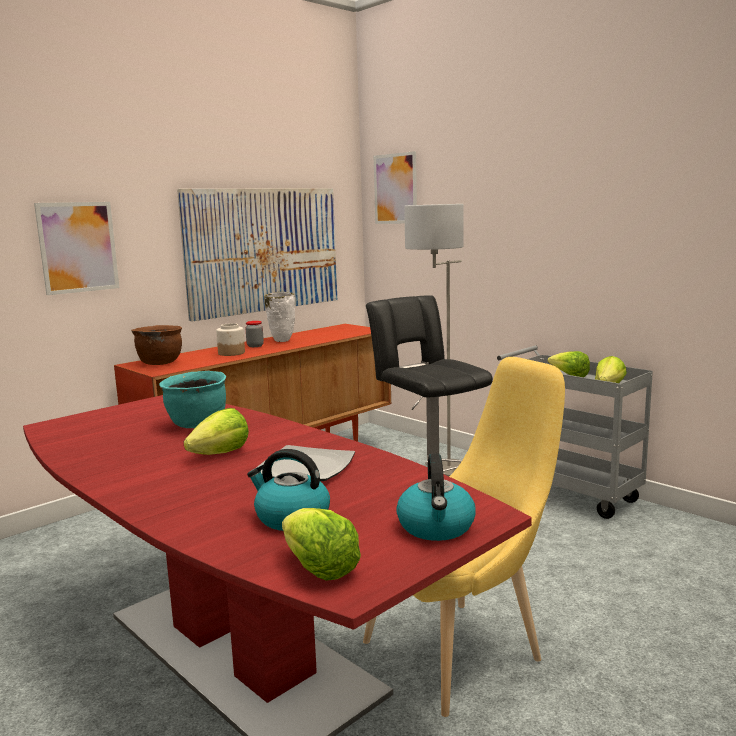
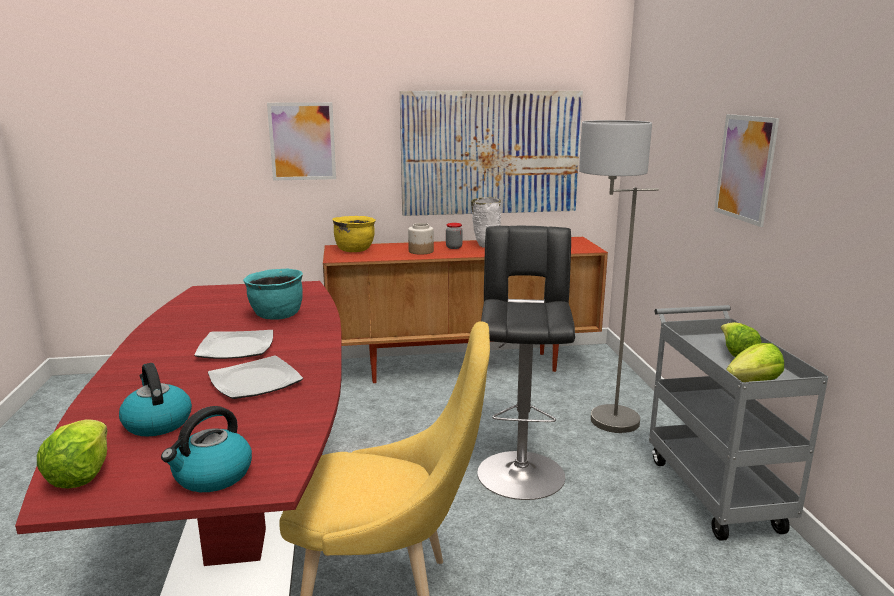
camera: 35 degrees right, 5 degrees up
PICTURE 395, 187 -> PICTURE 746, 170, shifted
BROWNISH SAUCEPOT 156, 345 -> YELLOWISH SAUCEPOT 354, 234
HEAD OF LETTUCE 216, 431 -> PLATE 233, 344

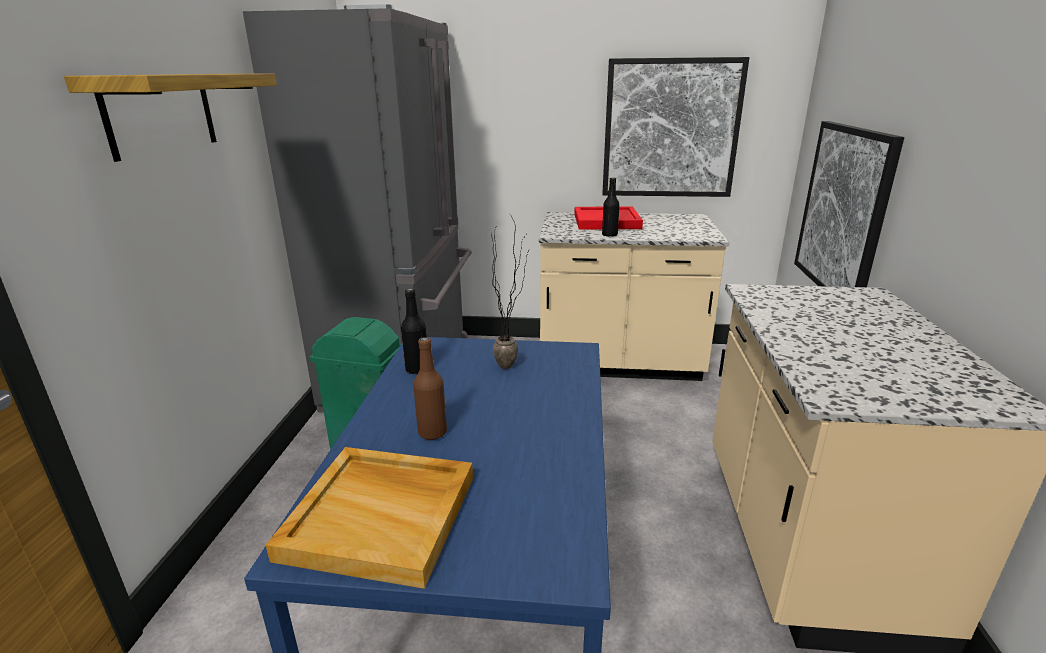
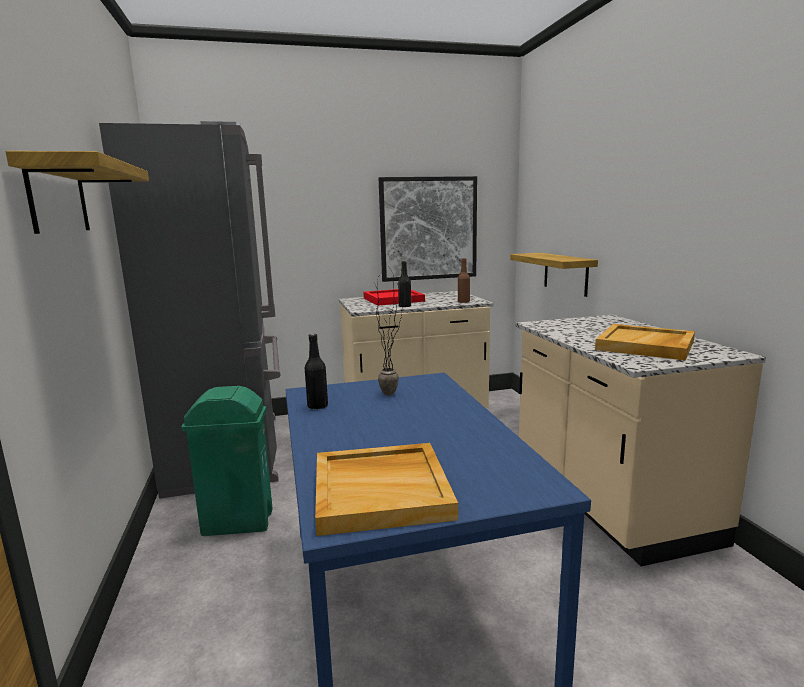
camera: 20 degrees left, 10 degrees down
PICTURE 849, 204 -> BRACKET SHELF 554, 275
BROWNISH DRINK BOTTLE 430, 388 -> BROWNISH DRINK BOTTLE 464, 280, shifted
none -> BEIGE-COLOURED TRAY 645, 342

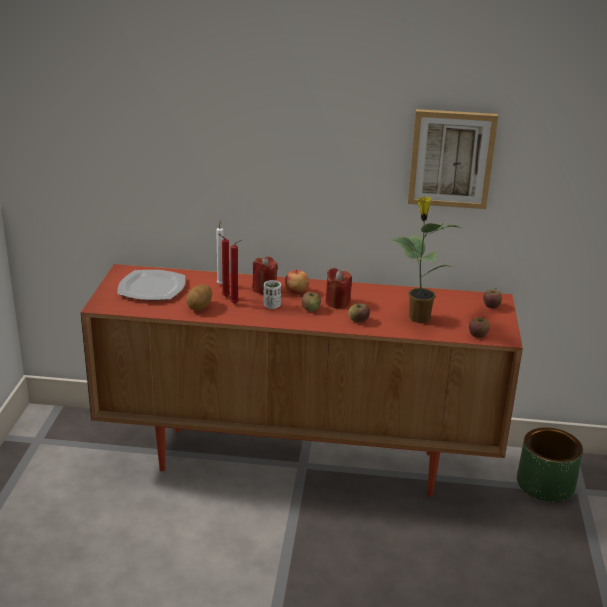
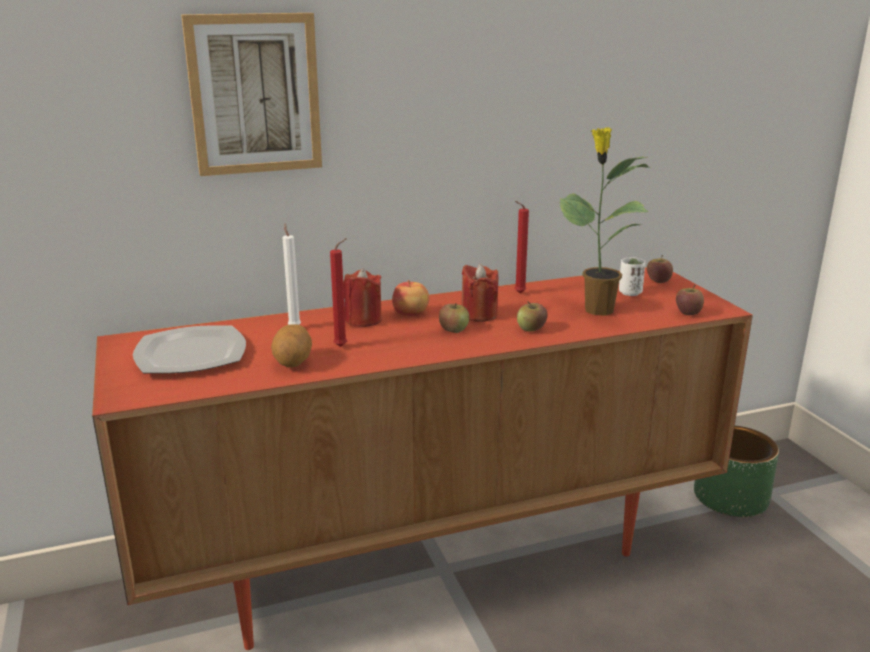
camera: 25 degrees left, 5 degrees down
PICTURE 453, 159 -> PICTURE 251, 94, shifted
RED-COLOURED CANDLE 224, 265 -> RED-COLOURED CANDLE 522, 247, shifted
WHITISH SMALL CUP 272, 294 -> WHITISH SMALL CUP 632, 276, shifted

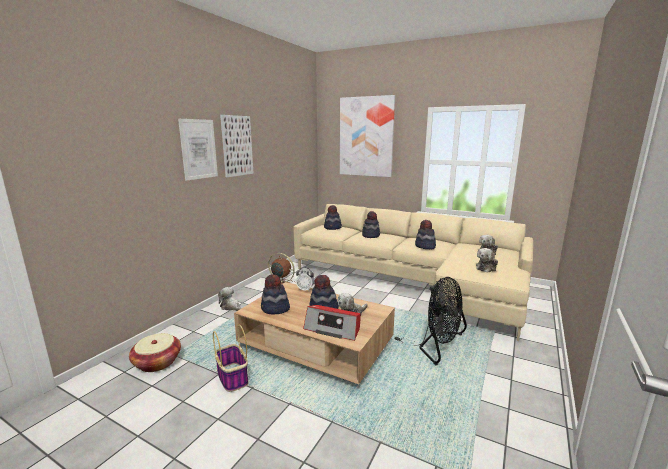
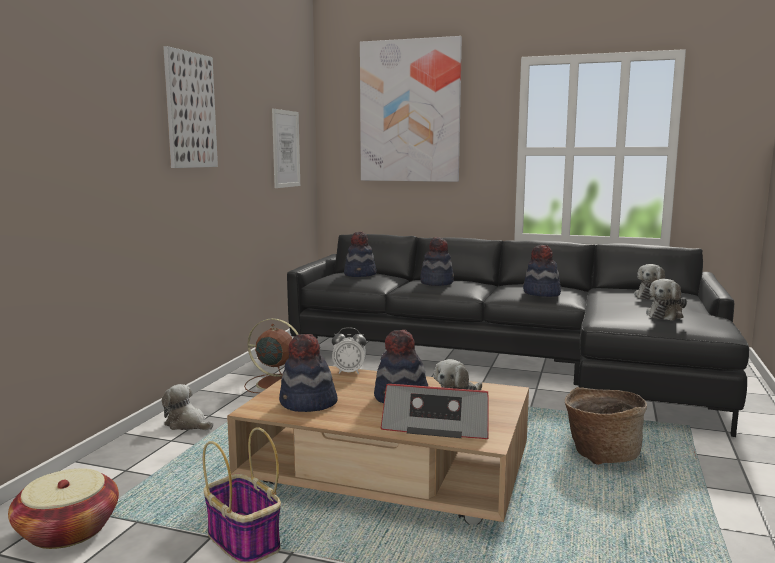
camera: 10 degrees left, 5 degrees down
PICTURE 198, 150 -> PICTURE 286, 148, shifted
BEIGE-COLOURED COUCH 413, 272 -> BLACKISH COUCH 518, 335
BLACKISH FAN 431, 321 -> STORAGE BASKET 606, 426

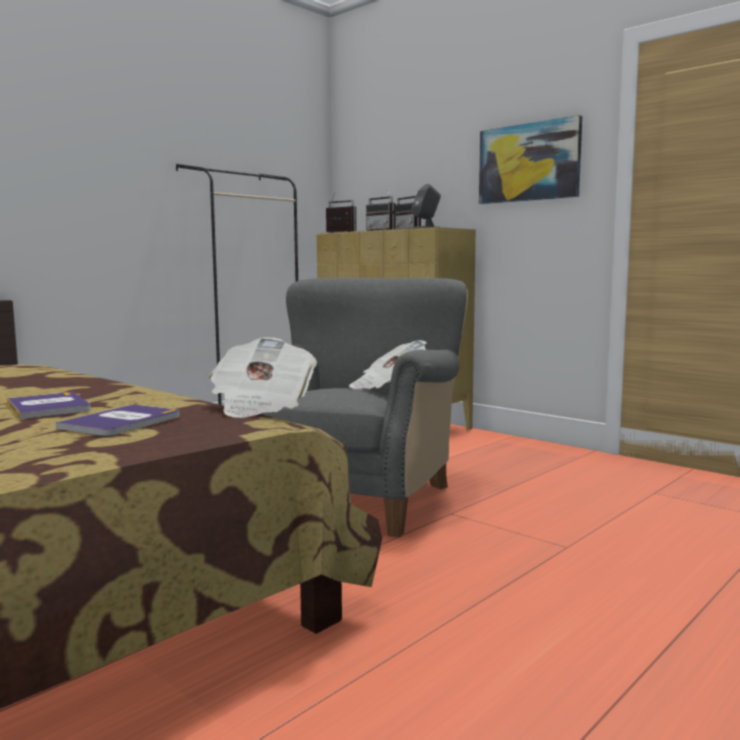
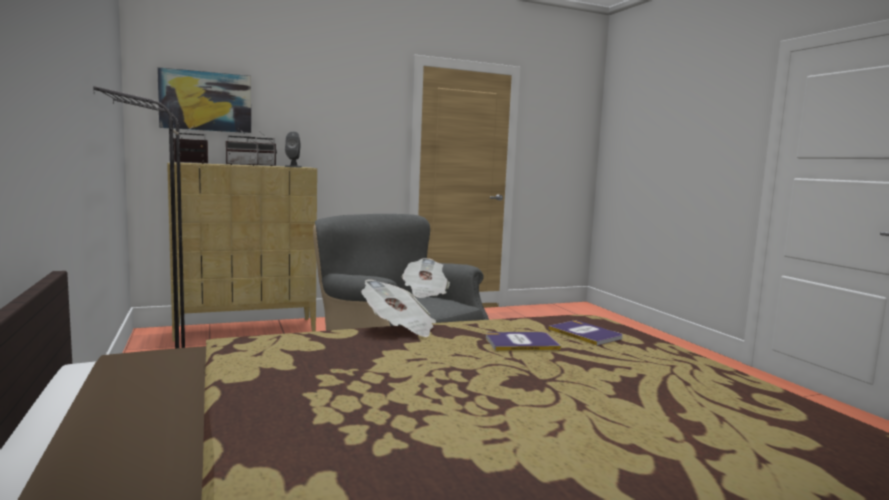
camera: 65 degrees left, 0 degrees up
PICTURE 530, 159 -> PICTURE 204, 100, shifted
DAILY PAPER 263, 377 -> DAILY PAPER 398, 308, shifted

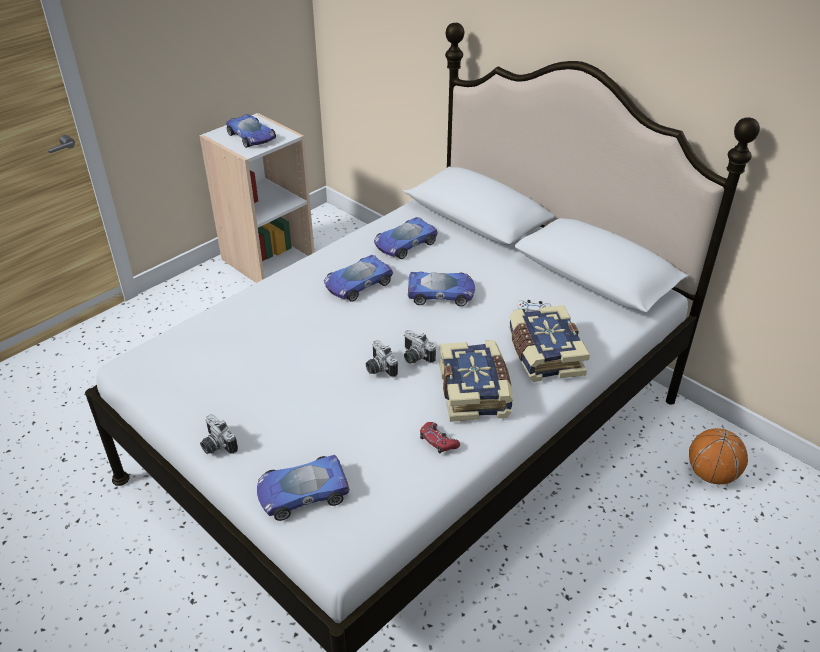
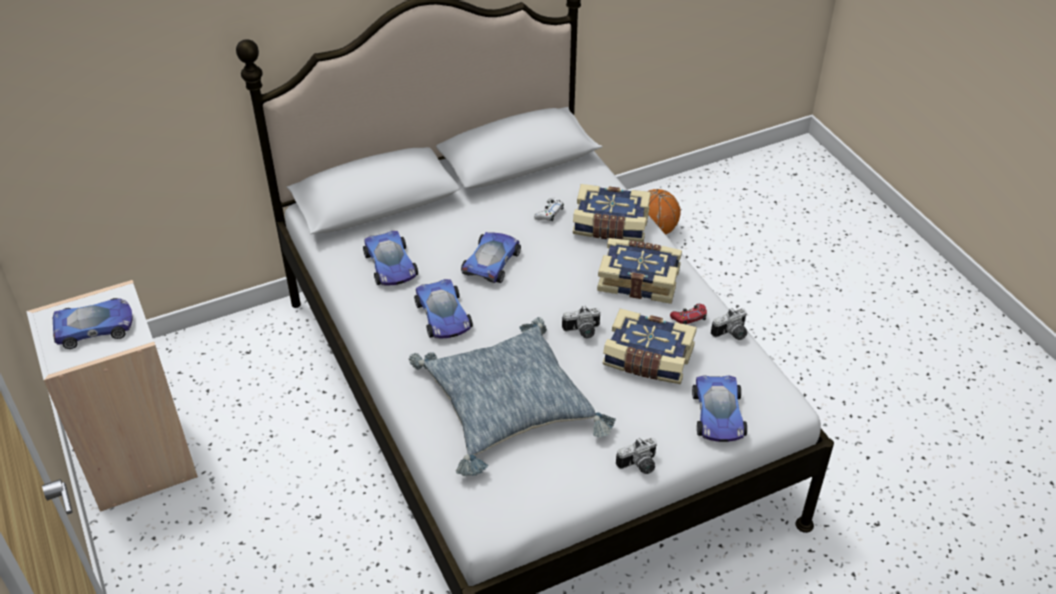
camera: 70 degrees left, 5 degrees up
PHOTO CAMERA 420, 347 -> PHOTO CAMERA 729, 324, shifted
none -> BOUND BOOK 650, 346
none -> CUSHION 511, 396

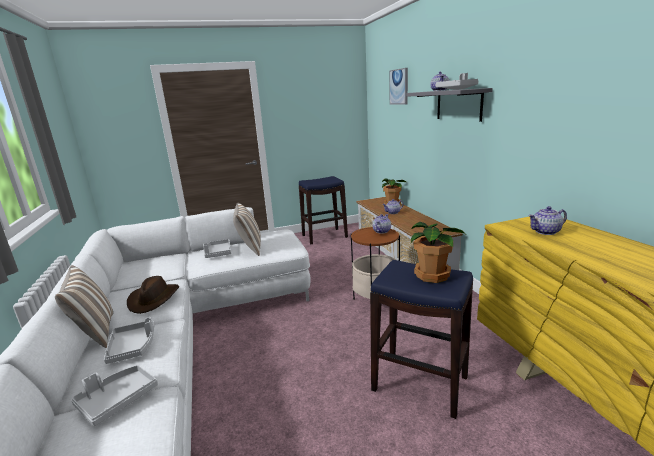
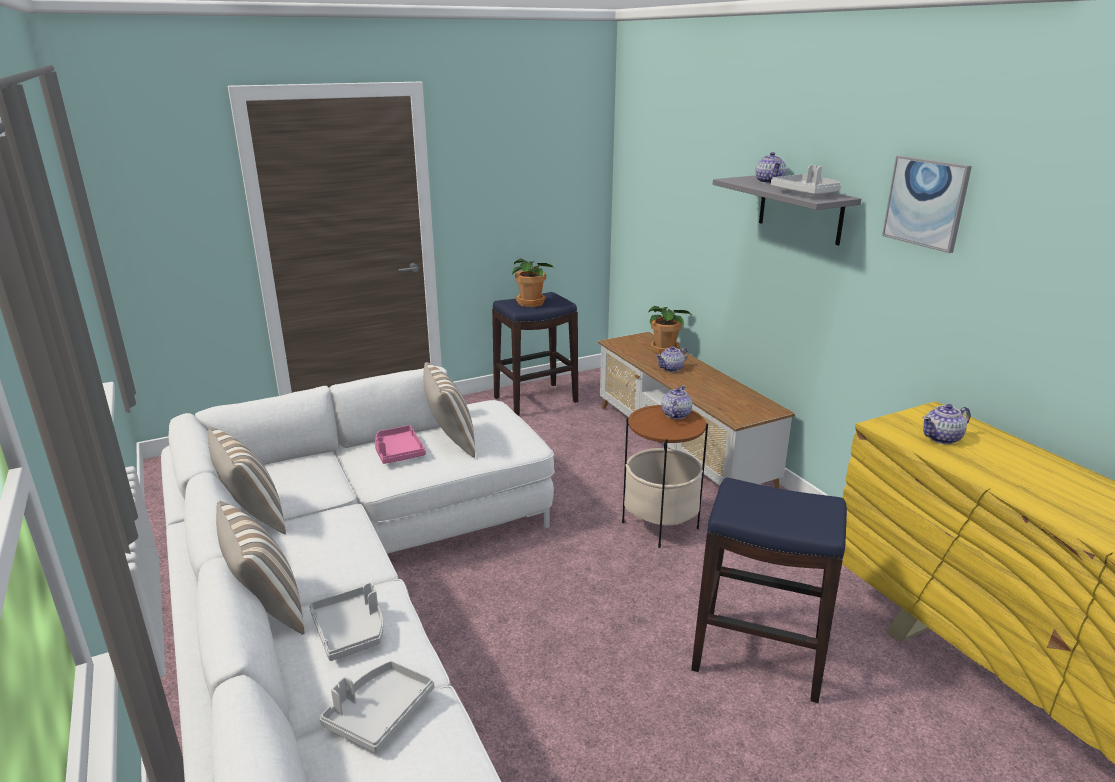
camera: 10 degrees left, 5 degrees up
PICTURE 398, 86 -> PICTURE 927, 204, shifted
HOUSEPLANT 438, 252 -> HOUSEPLANT 533, 282, shifted
GRAY TRAY 217, 248 -> PINK-COLOURED TRAY 400, 444
BROWNISH HAT 153, 295 -> none
none -> CUSHION 247, 480

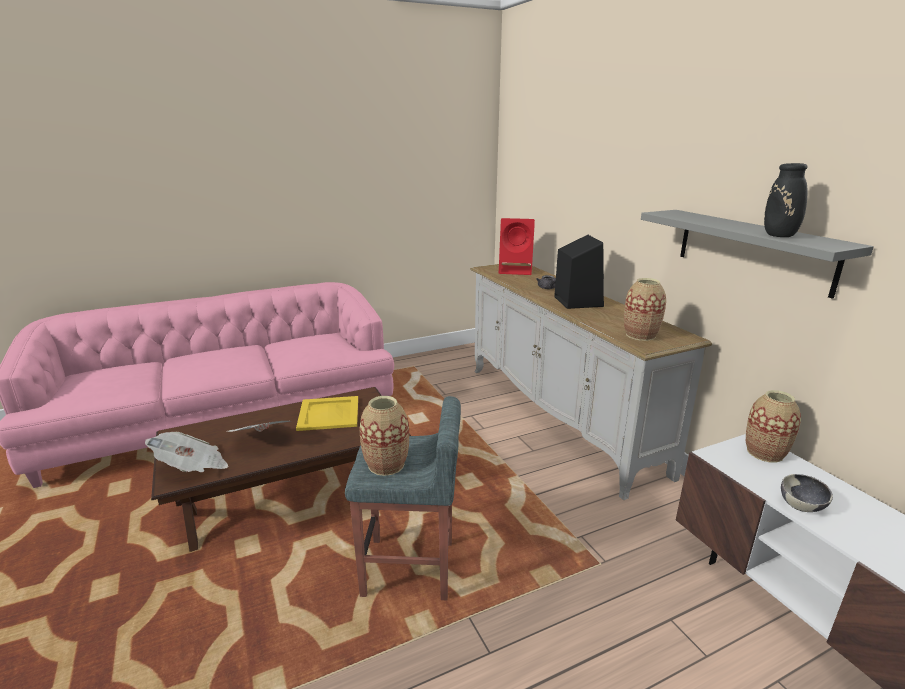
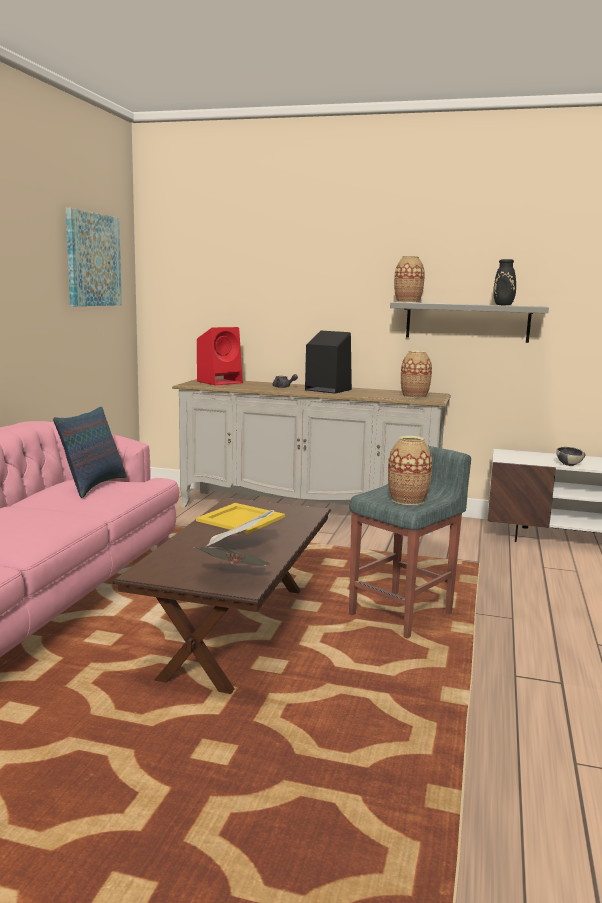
camera: 50 degrees left, 10 degrees down
DECORATIVE VASE 773, 426 -> DECORATIVE VASE 409, 279, shifted
none -> PICTURE 94, 257
none -> BLUISH CUSHION 90, 452

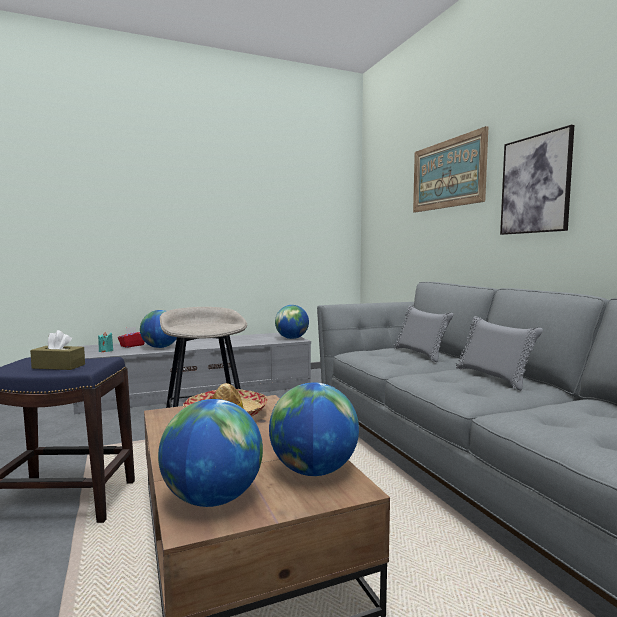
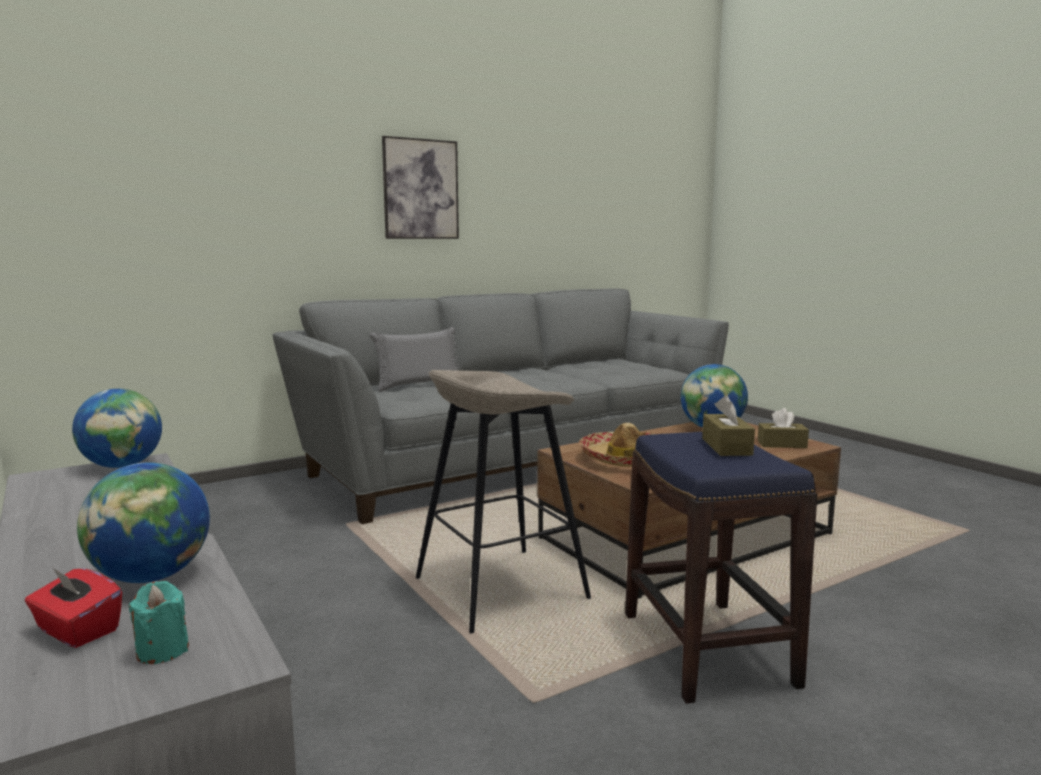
camera: 100 degrees left, 5 degrees up
PICTURE 450, 169 -> none
GRAY CUSHION 499, 353 -> none
WORLD GLOBE 210, 453 -> BROWNISH TISSUE HOLDER 783, 428

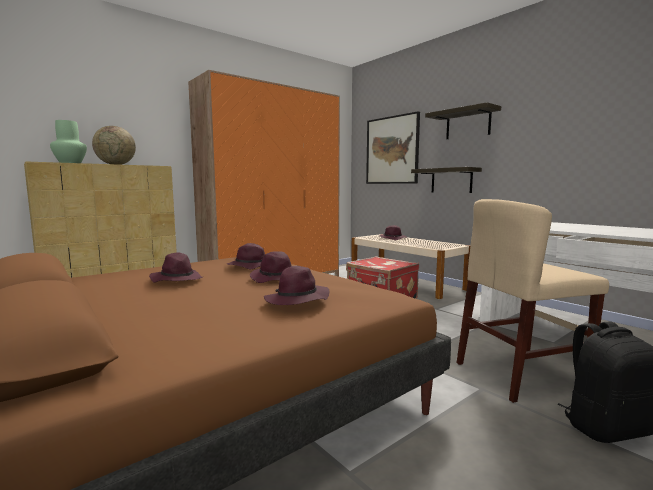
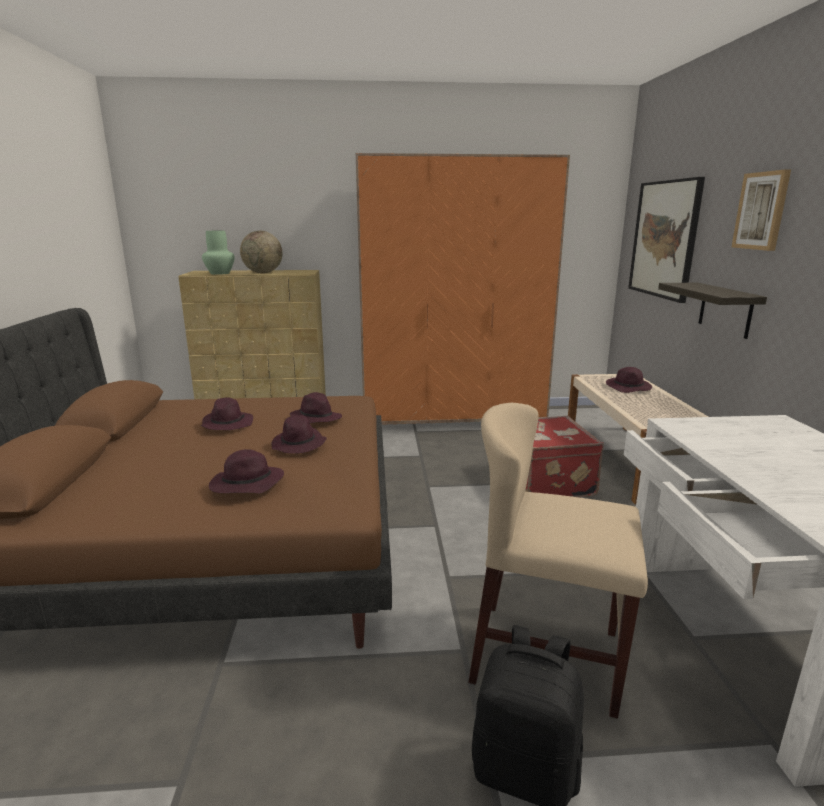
camera: 35 degrees right, 10 degrees up
BRACKET SHELF 463, 120 -> PICTURE 761, 210

